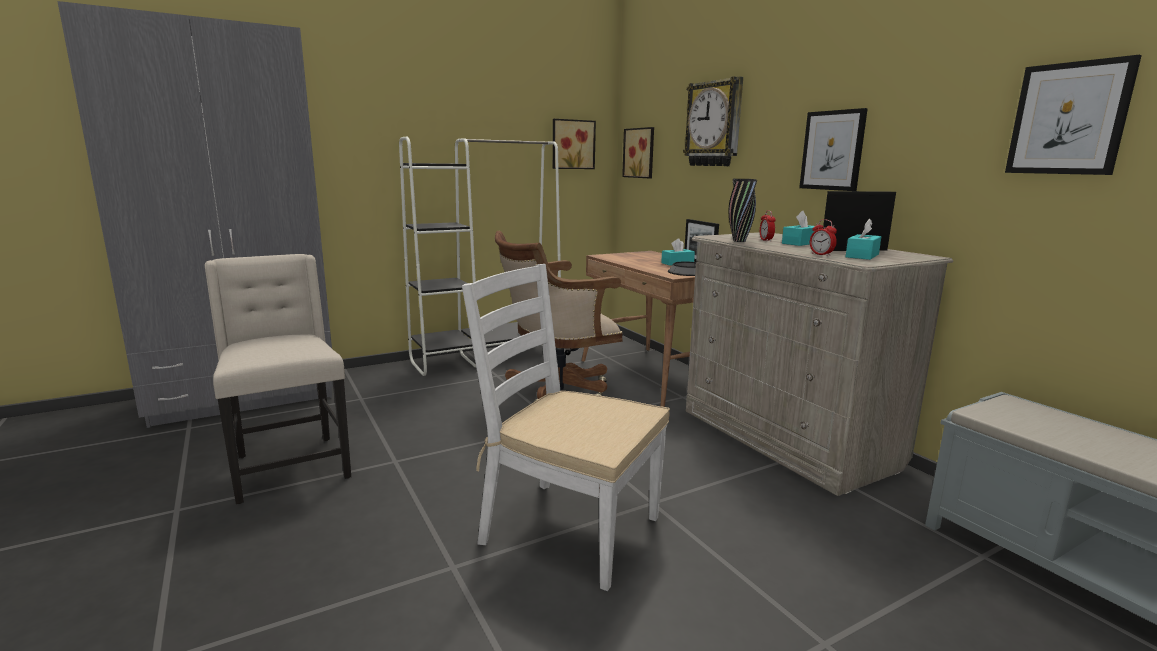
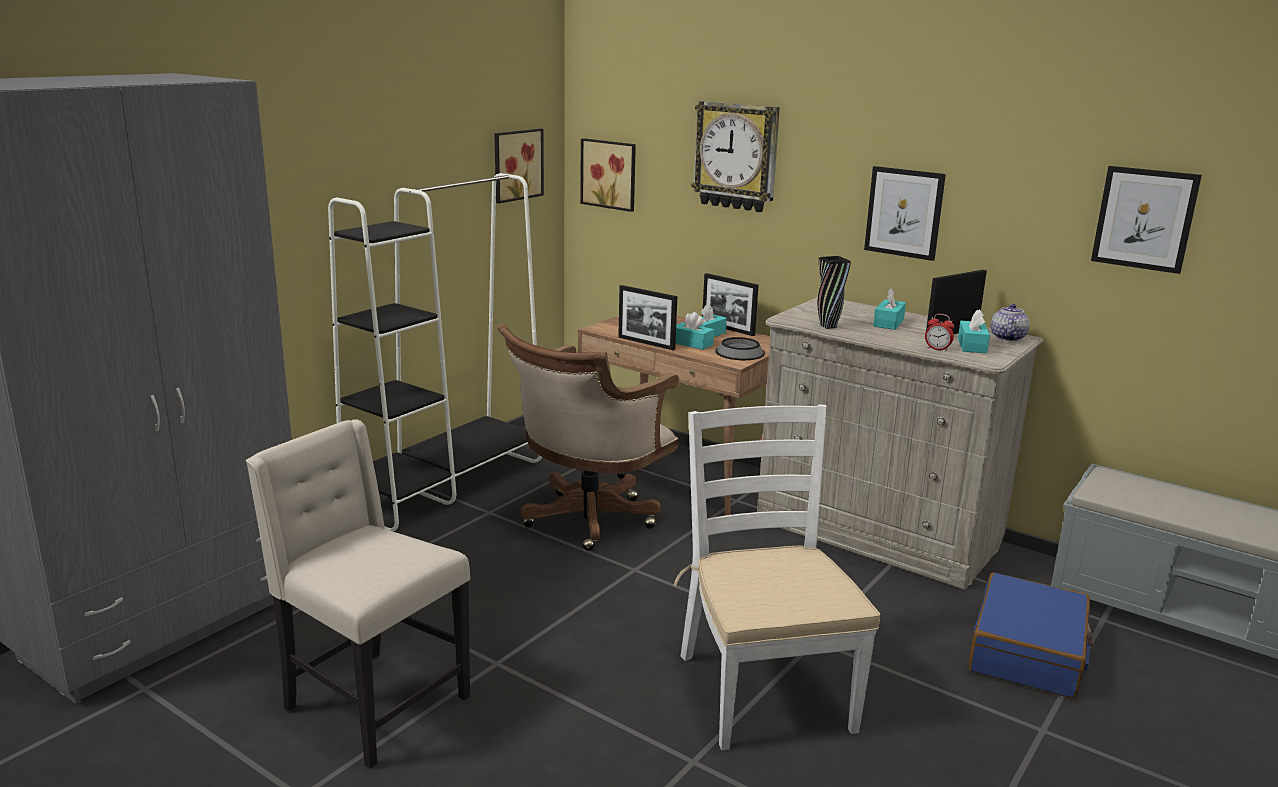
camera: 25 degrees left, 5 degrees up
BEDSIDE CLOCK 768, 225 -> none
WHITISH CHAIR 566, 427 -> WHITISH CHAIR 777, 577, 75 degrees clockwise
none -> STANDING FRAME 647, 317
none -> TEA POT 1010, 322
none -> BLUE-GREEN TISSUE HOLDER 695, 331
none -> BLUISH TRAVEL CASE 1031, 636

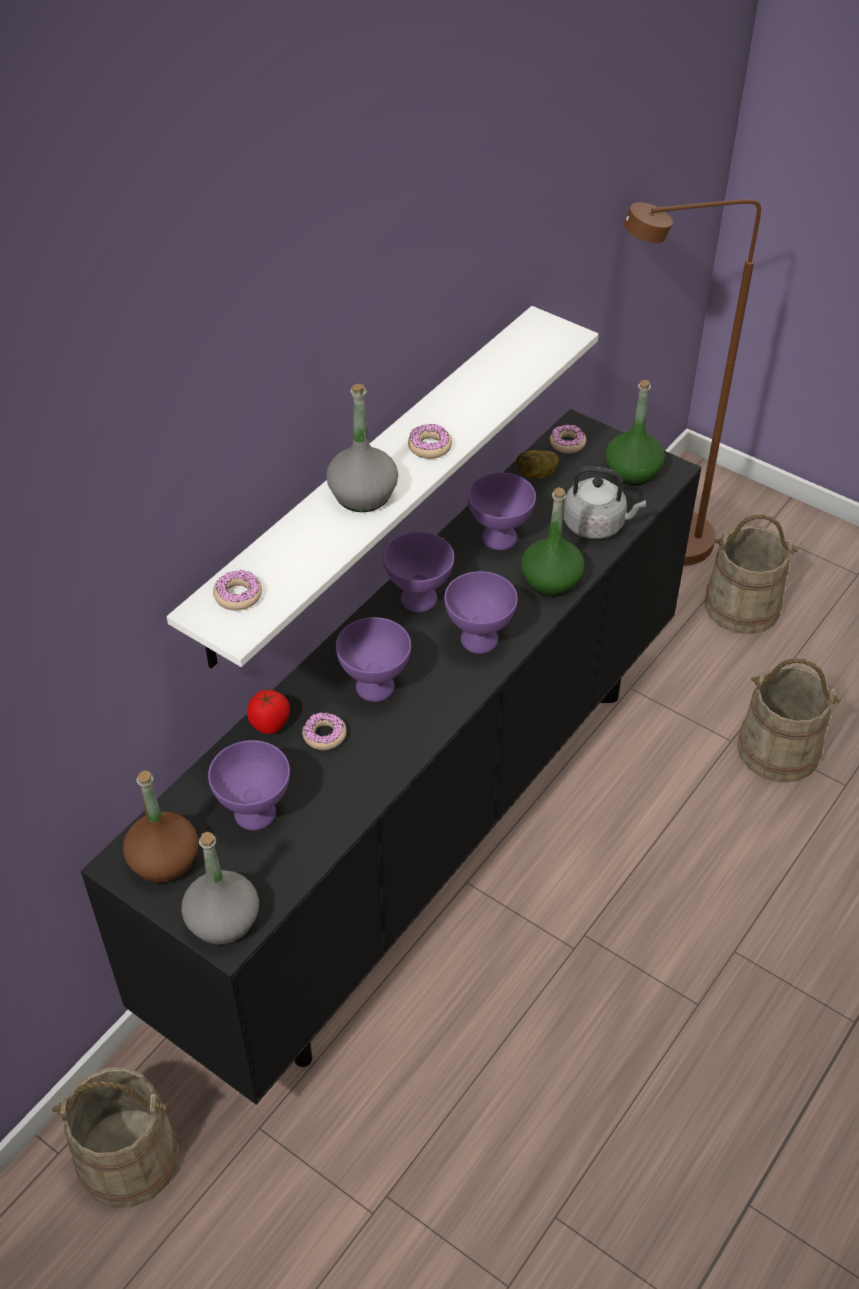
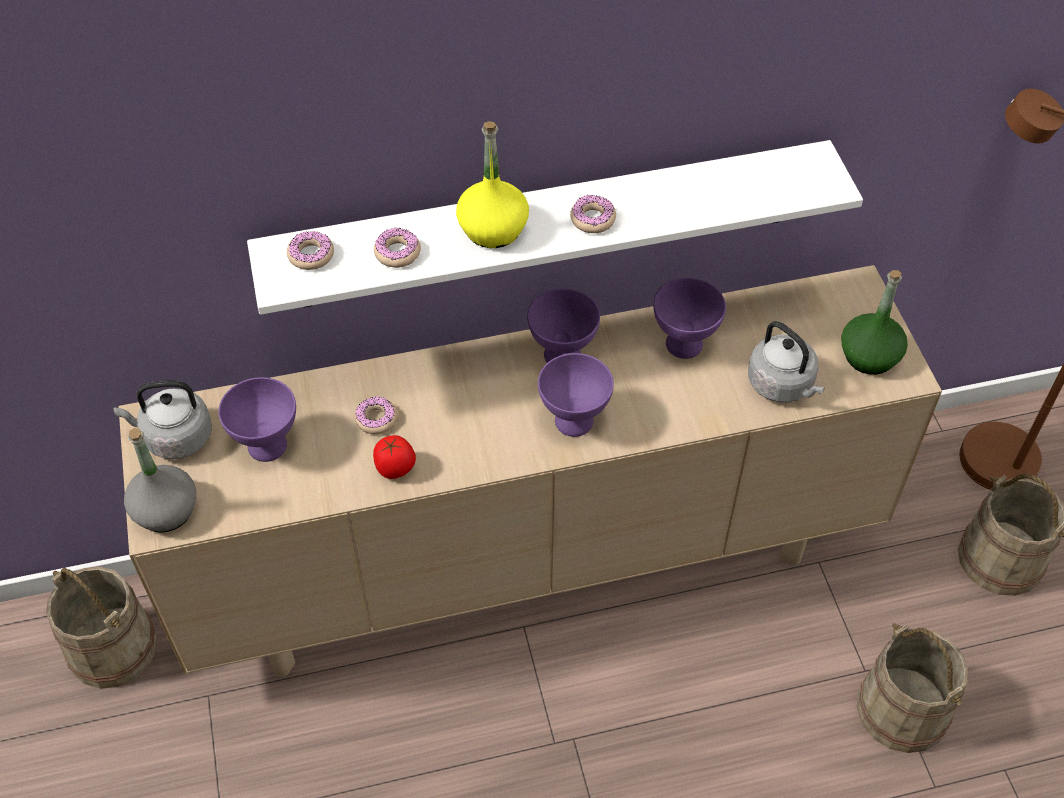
camera: 40 degrees right, 5 degrees up
GRAY DRINK BOTTLE 362, 448 -> YELLOWISH DRINK BOTTLE 492, 184
BLACKISH CABINET 391, 757 -> BEIGE-COLOURED CABINET 530, 471
RING DOUGHNUT 568, 439 -> RING DOUGHNUT 397, 248, shifted
POTATO 537, 464 -> none
GREENISH DRINK BOTTLE 552, 542 -> none
PURPLE DEEP DISH 373, 659 -> none
WHOLE TOMATO 268, 712 -> WHOLE TOMATO 394, 457, shifted
BROWNISH DRINK BOTTLE 160, 826 -> GRAY KETTLE 163, 419

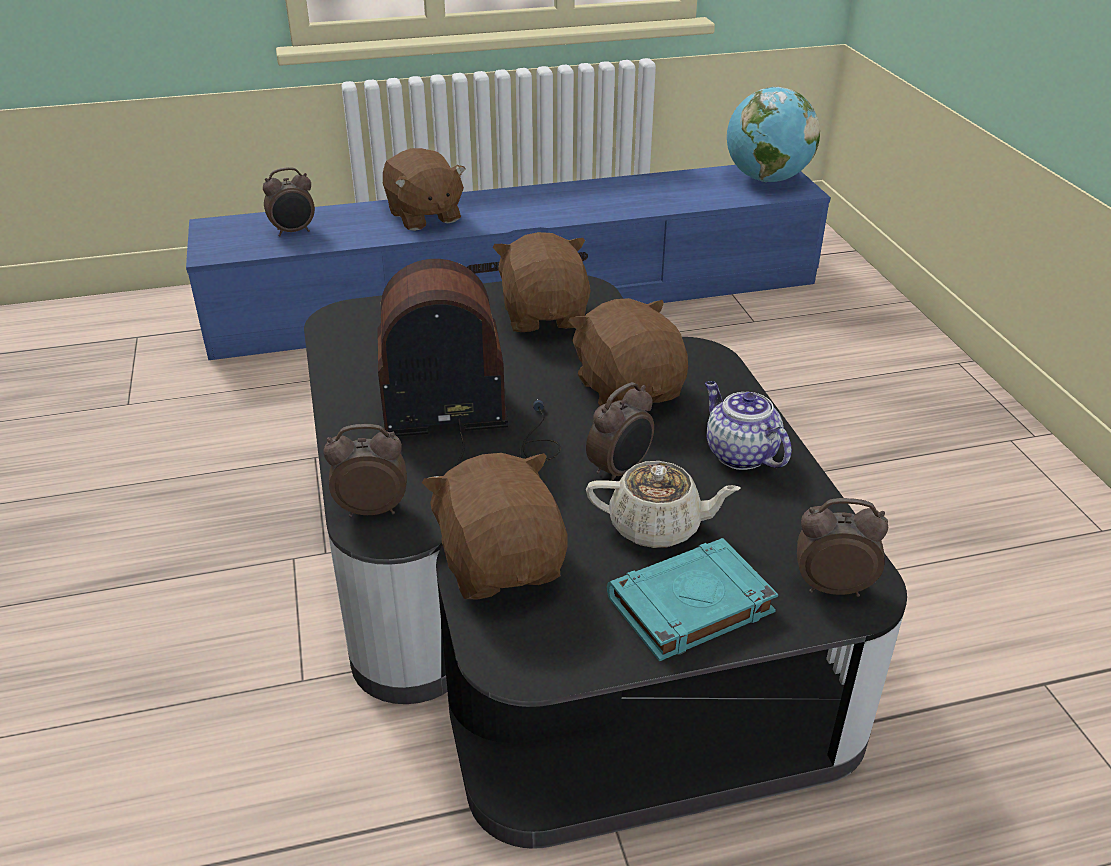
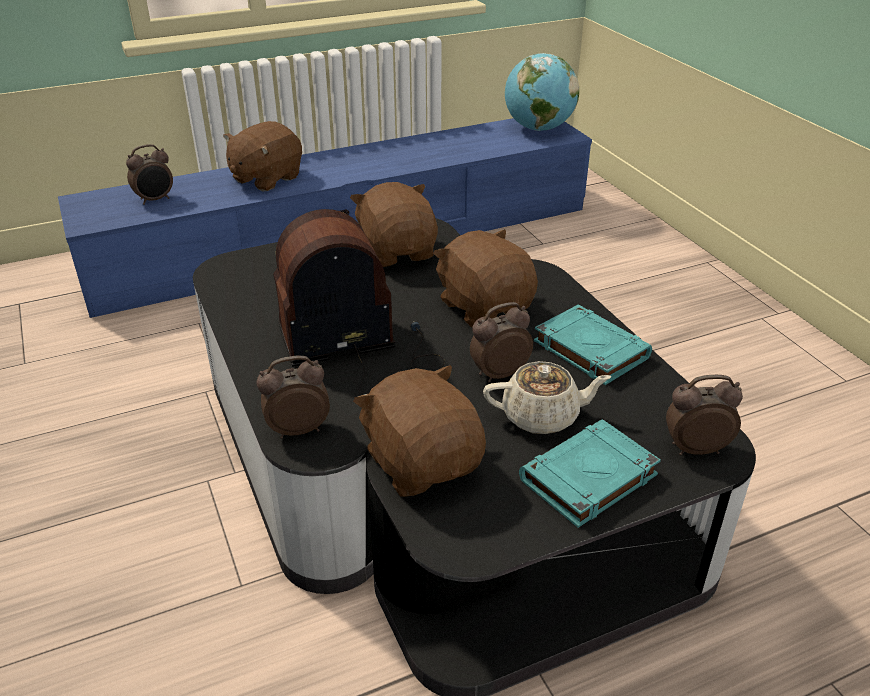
camera: 10 degrees left, 0 degrees up
BROWNISH SOFT TOY 424, 189 -> BROWNISH SOFT TOY 262, 156, 75 degrees clockwise
TEA POT 748, 425 -> BLUE-GREEN BOUND BOOK 593, 345
BEDSIDE CLOCK 620, 431 -> BEDSIDE CLOCK 501, 342, 150 degrees counterclockwise

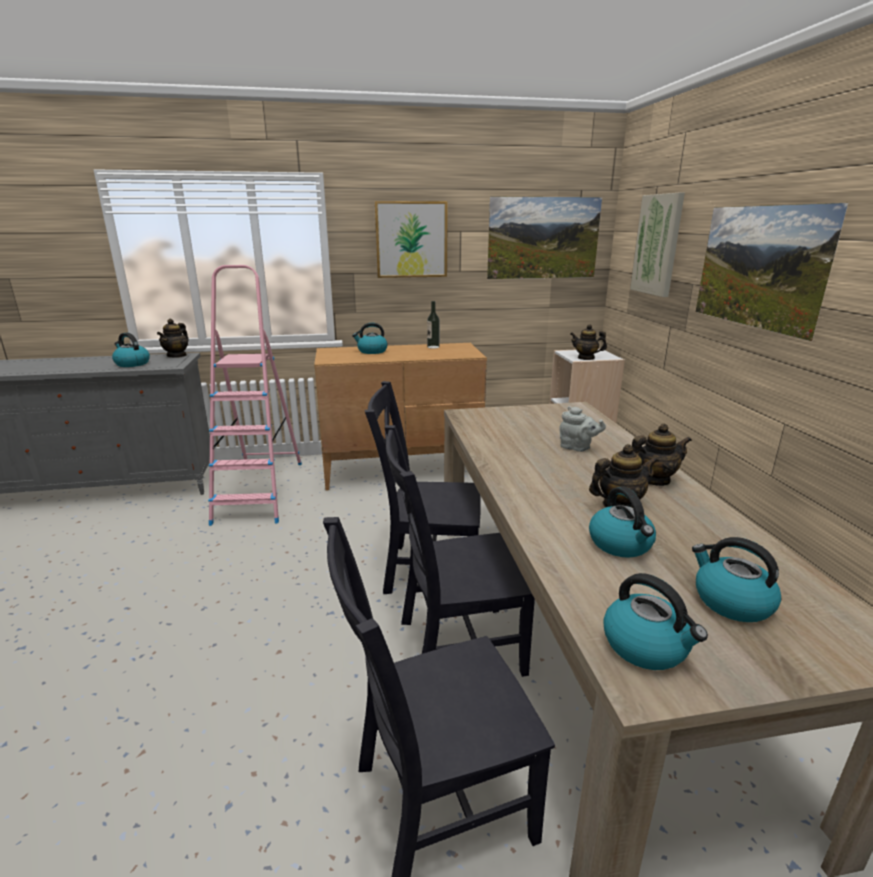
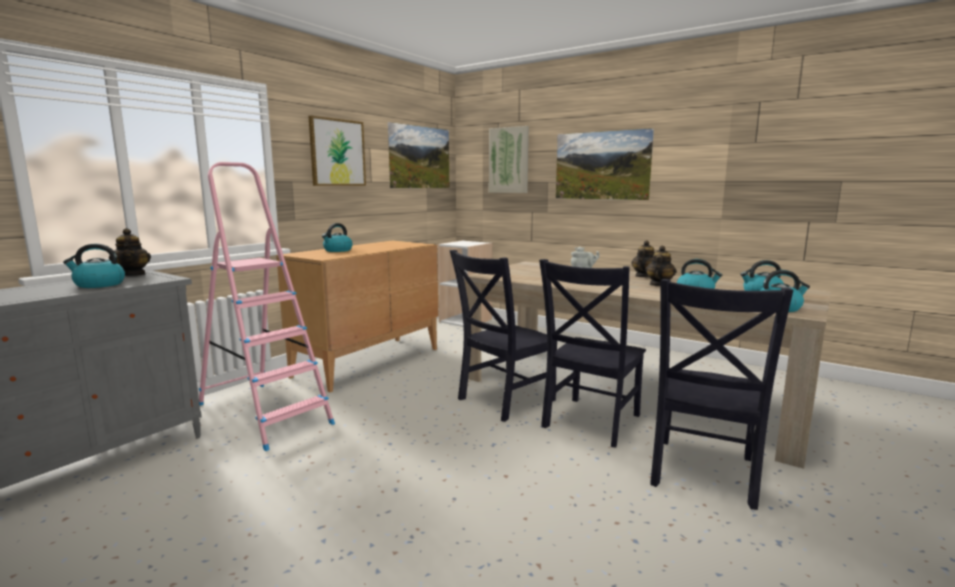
camera: 45 degrees left, 10 degrees down
DRINK BOTTLE 433, 325 -> none
TEA POT 589, 342 -> none

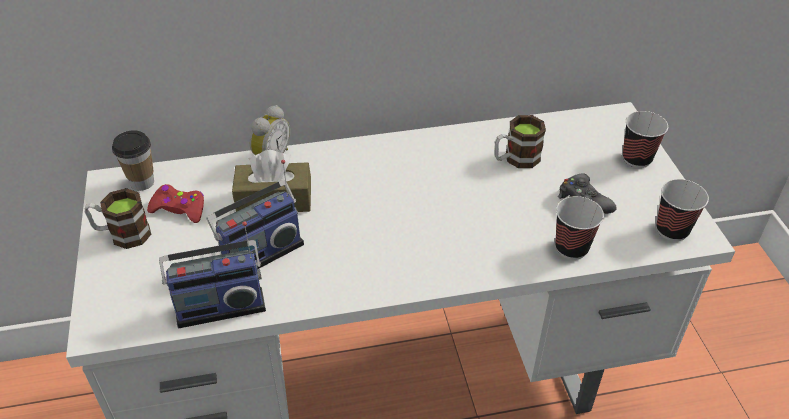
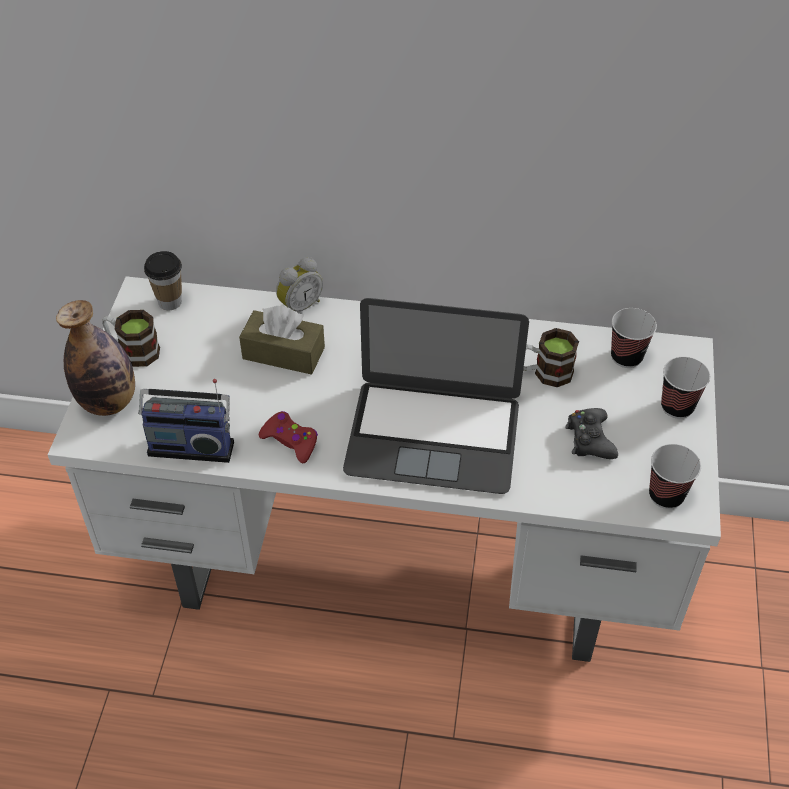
camera: 20 degrees right, 5 degrees up
RADIO SET 255, 214 -> none
RED-COLOURED JOYPAD 175, 203 -> RED-COLOURED JOYPAD 288, 437, shifted
SMALL CUP 579, 228 -> SMALL CUP 634, 338, shifted
none -> NOTEBOOK COMPUTER 436, 396
none -> DRINK BOTTLE 95, 358

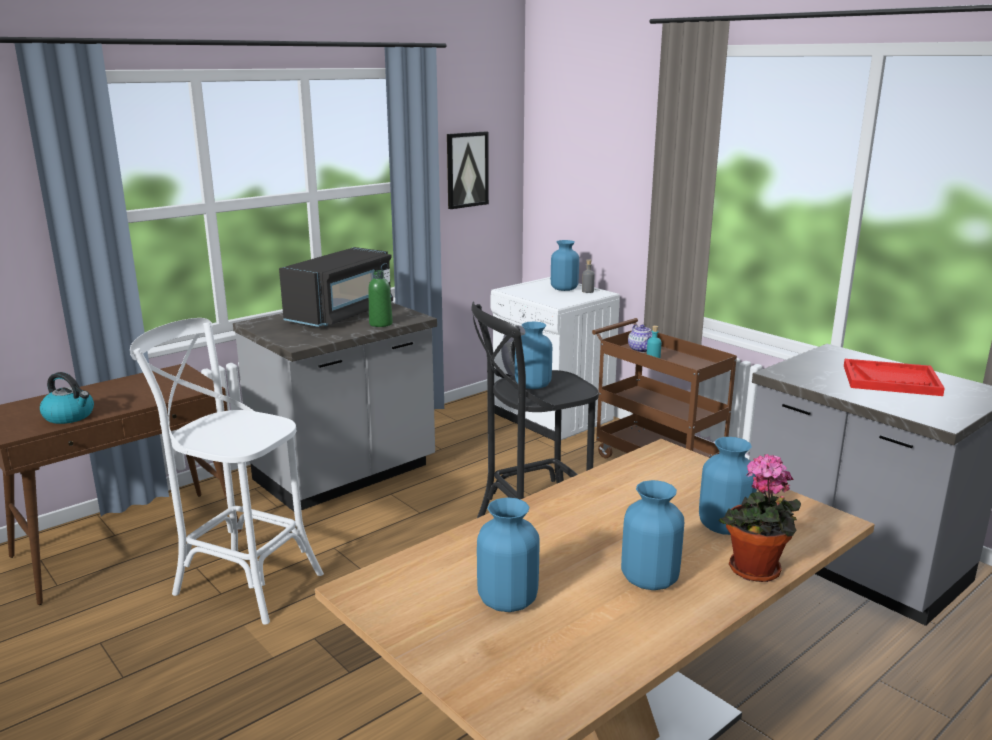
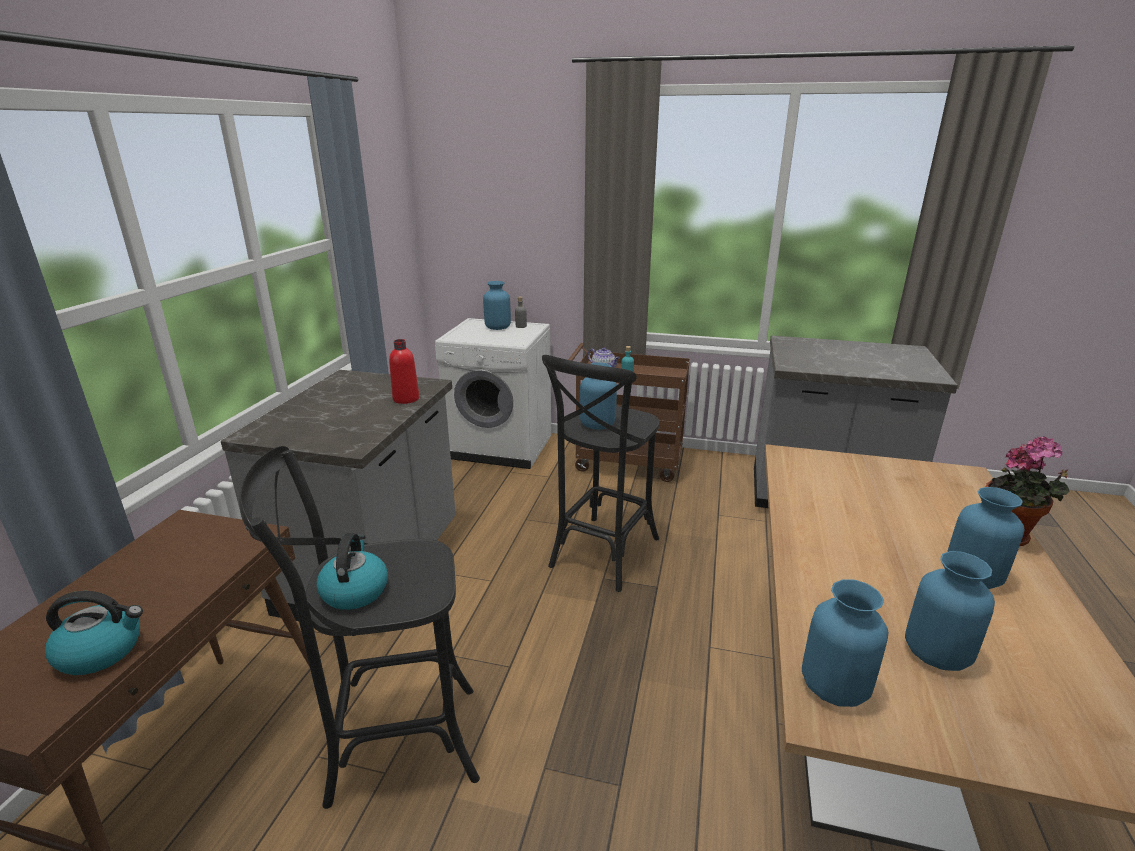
camera: 35 degrees left, 5 degrees up
PICTURE 468, 170 -> none
BLACKISH MICROWAVE 336, 287 -> none
GREENISH DRINK BOTTLE 380, 298 -> RED-COLOURED DRINK BOTTLE 404, 371
WHITISH SITTING STOOL 227, 471 -> BLACKISH SITTING STOOL 359, 627
RED-COLOURED TRAY 894, 377 -> none
BLUISH DECORATIVE VASE 728, 486 -> BLUISH DECORATIVE VASE 845, 643, shifted
none -> KETTLE 352, 571

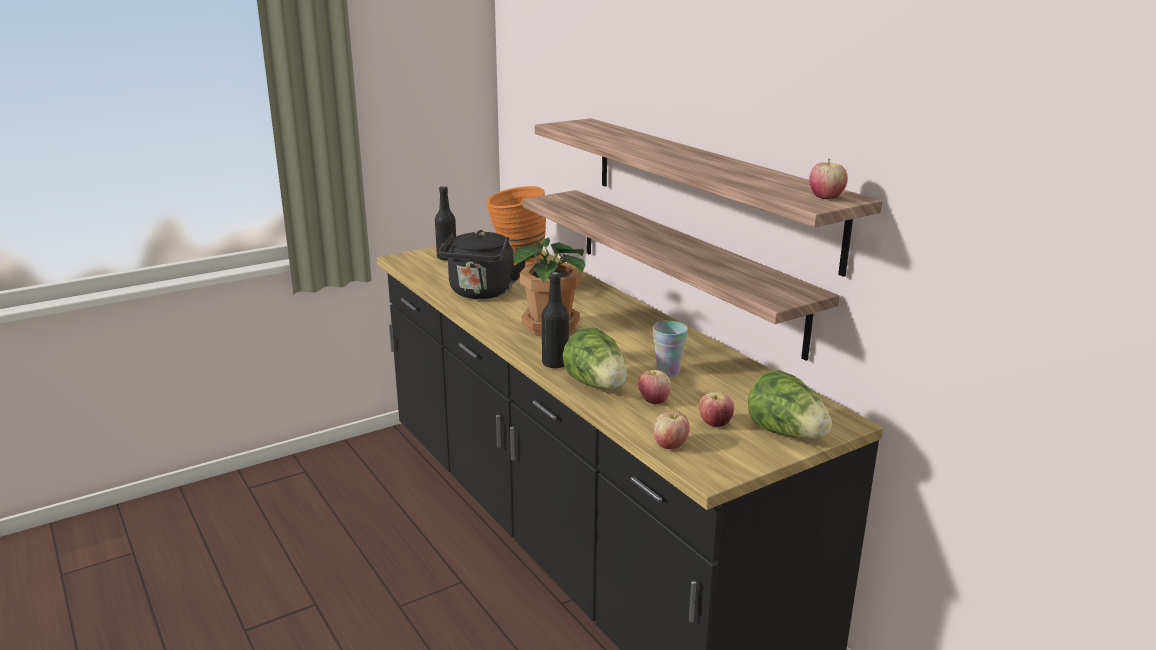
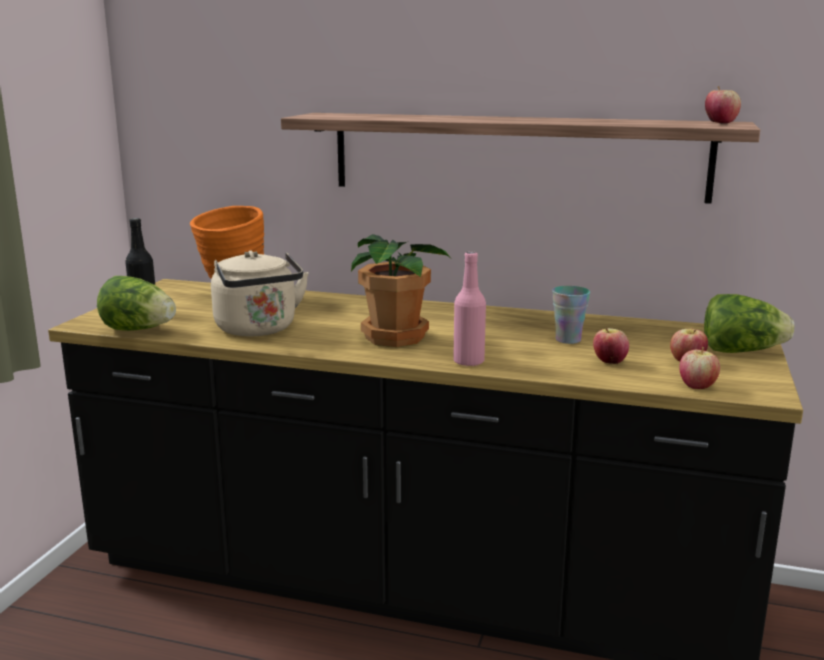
camera: 40 degrees left, 5 degrees down
BRACKET SHELF 681, 275 -> none
BLACKISH KETTLE 482, 264 -> BEIGE-COLOURED KETTLE 260, 294
BLACKISH DRINK BOTTLE 555, 320 -> PINK-COLOURED DRINK BOTTLE 469, 309
HEAD OF LETTUCE 595, 358 -> HEAD OF LETTUCE 136, 303, shifted

